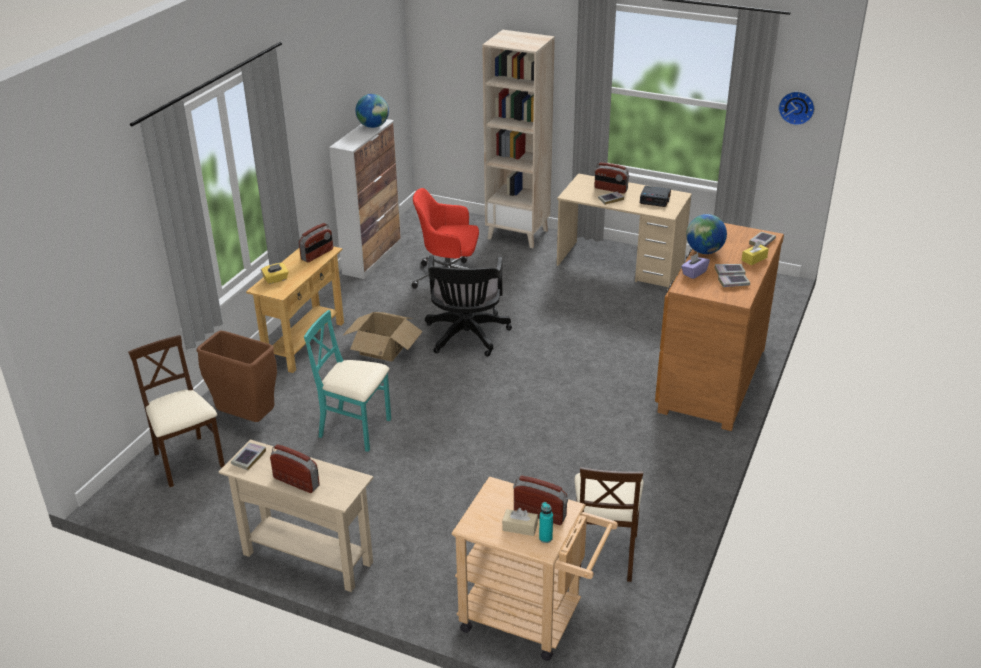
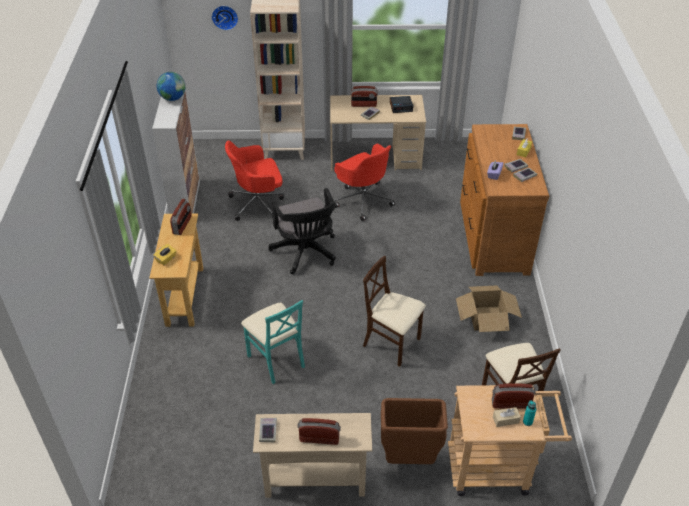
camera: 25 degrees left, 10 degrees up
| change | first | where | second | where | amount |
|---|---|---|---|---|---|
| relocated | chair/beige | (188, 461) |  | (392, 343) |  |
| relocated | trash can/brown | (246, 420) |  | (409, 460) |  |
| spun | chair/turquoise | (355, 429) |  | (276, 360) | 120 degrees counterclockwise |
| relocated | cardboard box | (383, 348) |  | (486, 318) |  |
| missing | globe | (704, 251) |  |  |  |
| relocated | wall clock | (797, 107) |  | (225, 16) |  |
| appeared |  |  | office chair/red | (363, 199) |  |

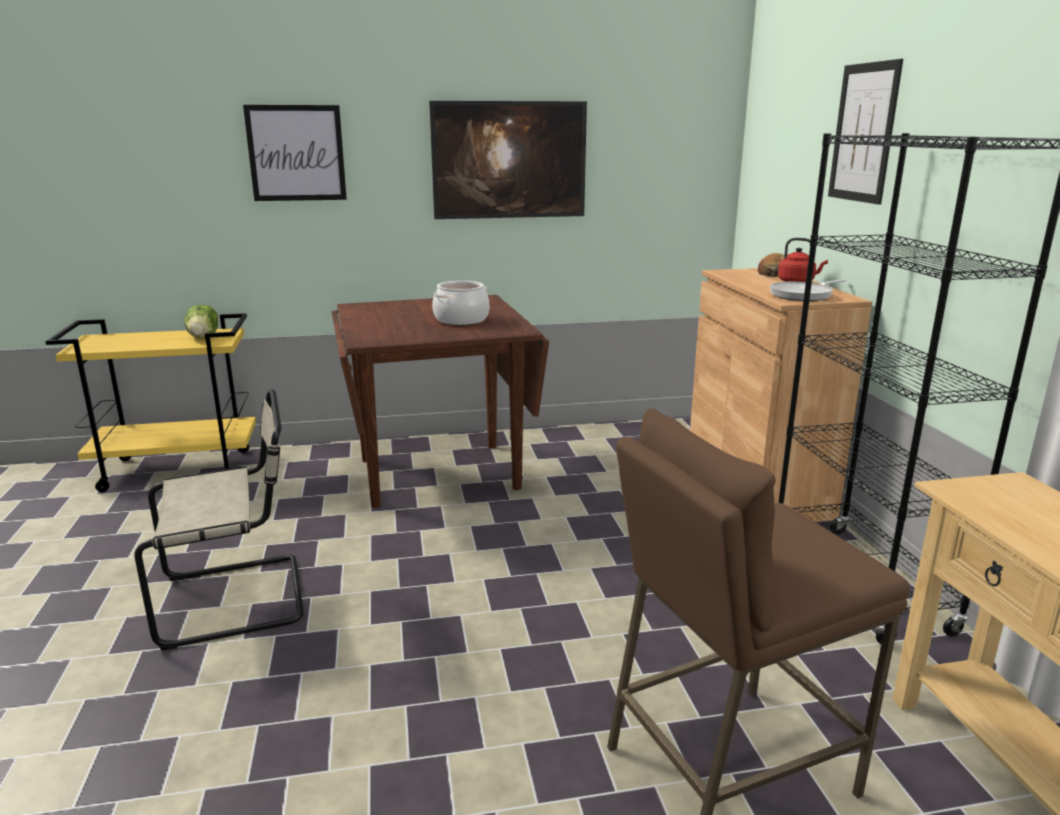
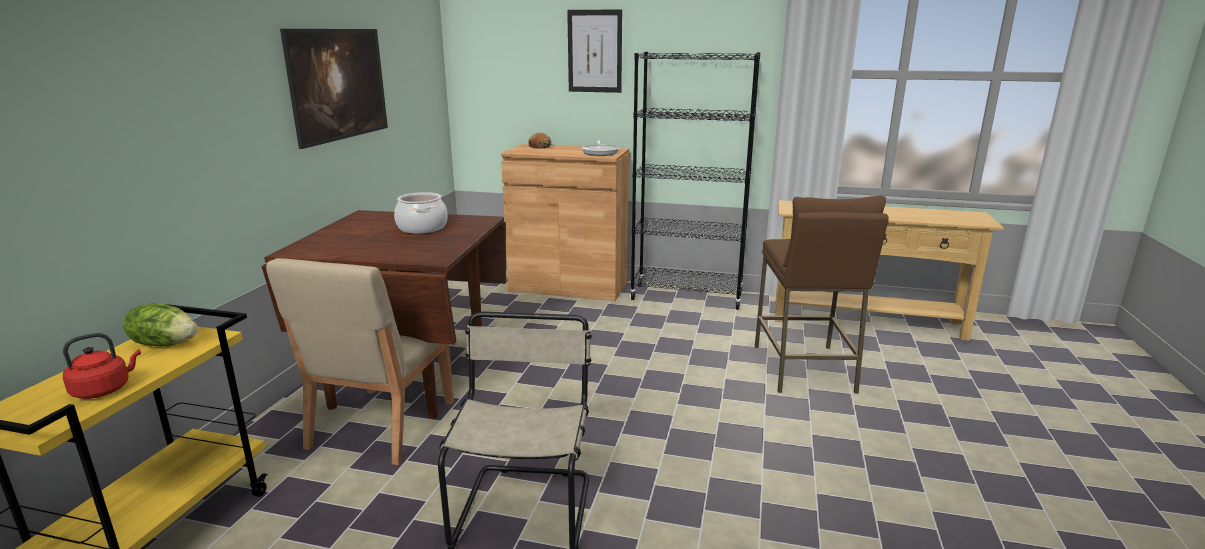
camera: 65 degrees left, 0 degrees up
| change | first | where | second | where | amount |
|---|---|---|---|---|---|
| missing | picture | (296, 153) |  |  |  |
| relocated | kettle/red | (797, 282) |  | (105, 390) |  |
| appeared |  |  | chair/beige | (380, 425) |  |

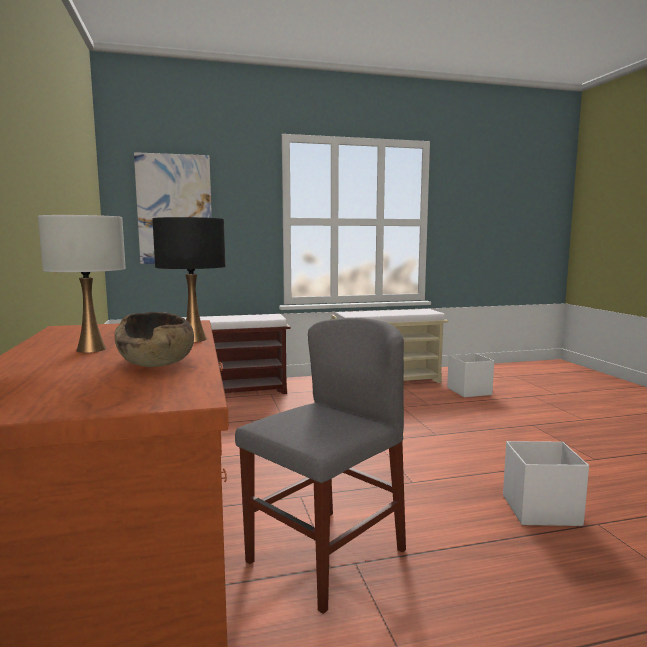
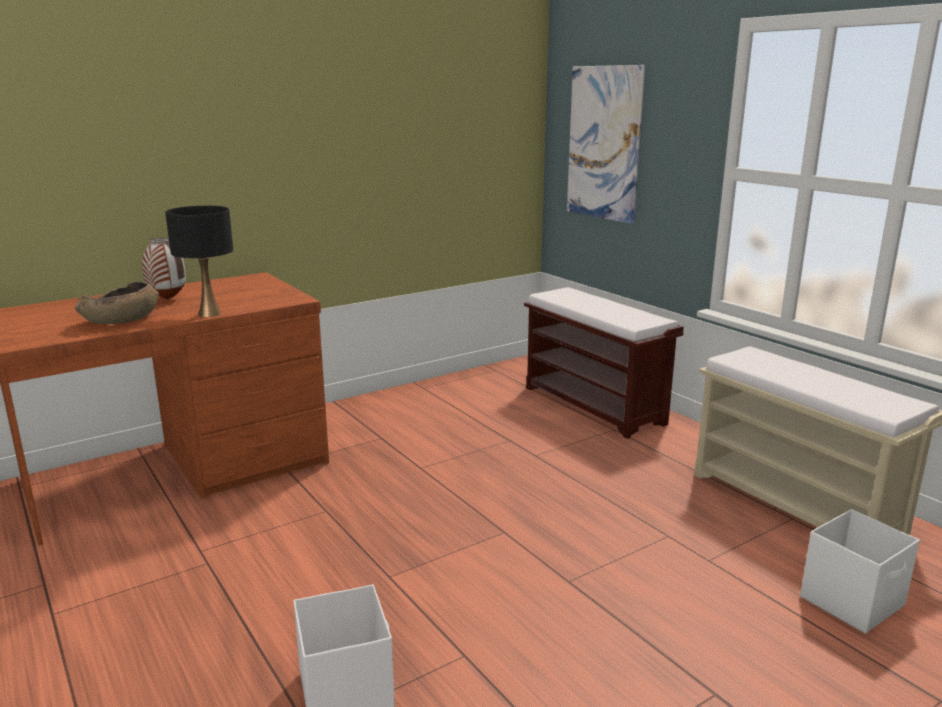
camera: 70 degrees right, 10 degrees up
| change | first | where | second | where | amount |
|---|---|---|---|---|---|
| exchanged | table lamp/white | (91, 349) | vase | (167, 299) |  |
| missing | chair/grey | (326, 556) |  |  |  |

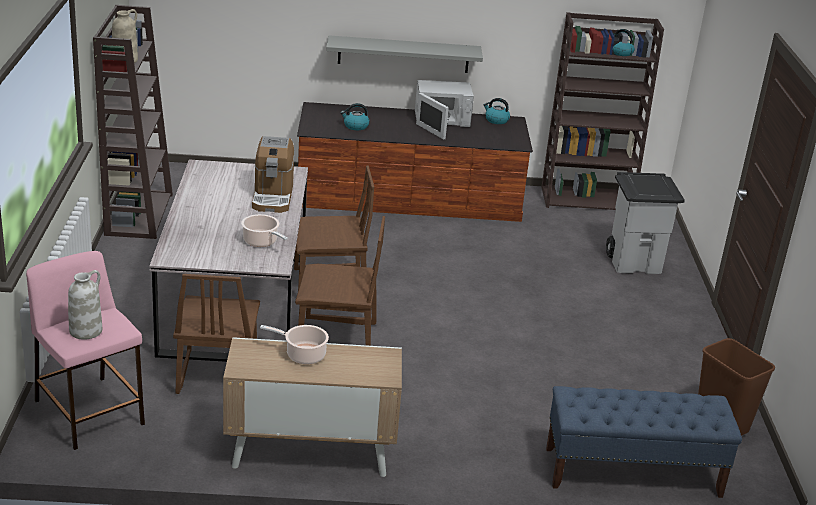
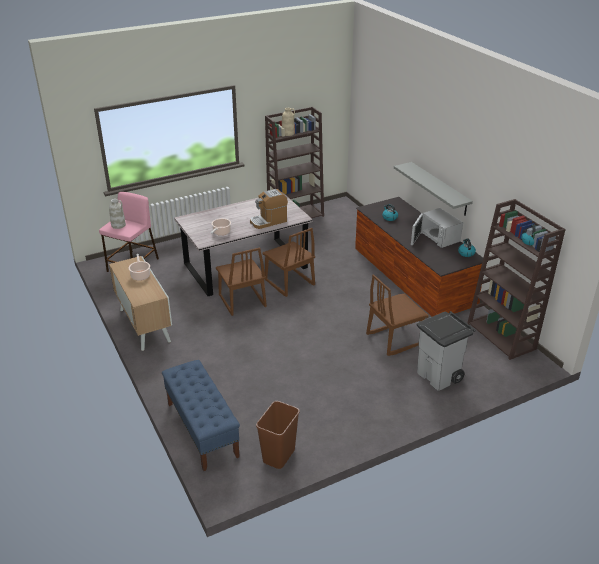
camera: 65 degrees right, 5 degrees up
| change | first | where | second | where | amount |
|---|---|---|---|---|---|
| relocated | chair/brown | (216, 375) |  | (394, 339) |  |

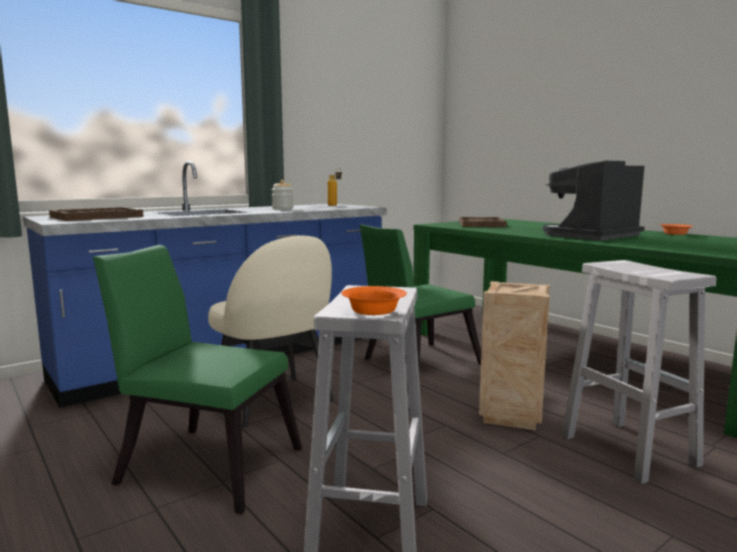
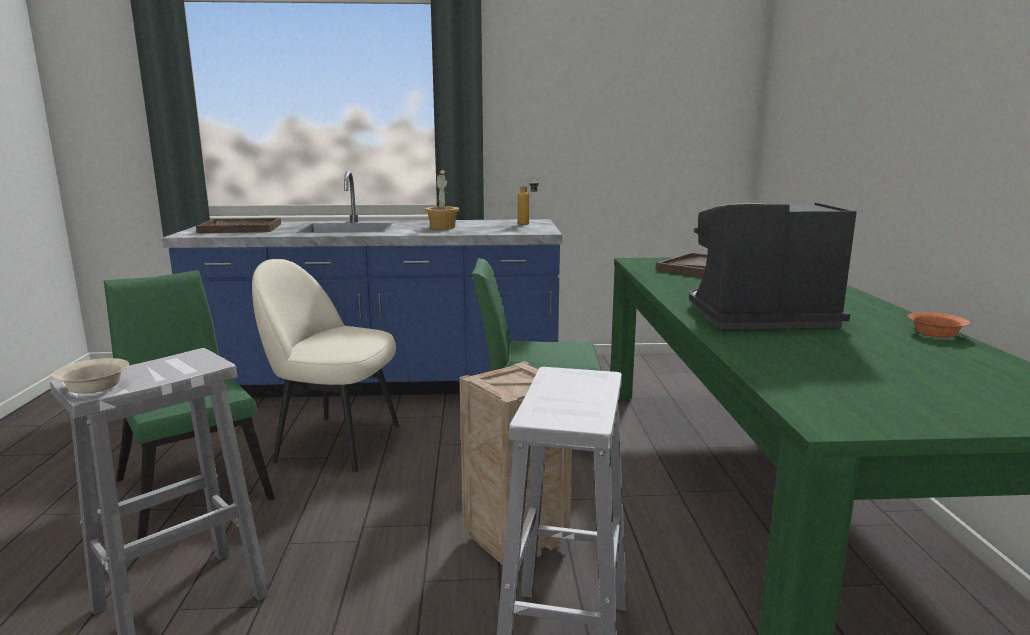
camera: 35 degrees right, 5 degrees up
| change | first | where | second | where | amount |
|---|---|---|---|---|---|
| spun | chair/beige | (274, 401) |  | (335, 442) | 105 degrees clockwise |
| exchanged | jar | (282, 208) | potted plant | (442, 227) |  |
| colour | bowl/orange | (375, 311) | bowl/beige | (93, 387) |  |

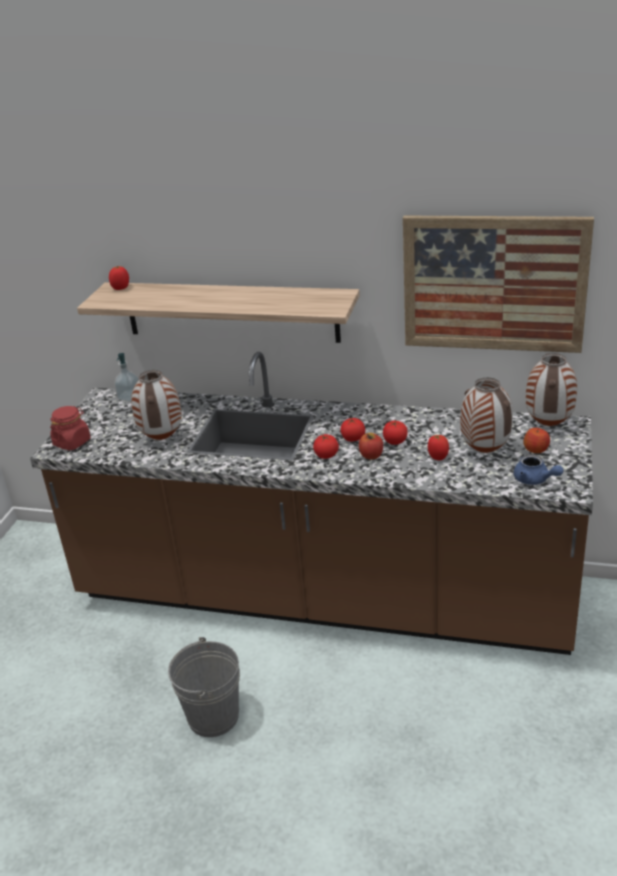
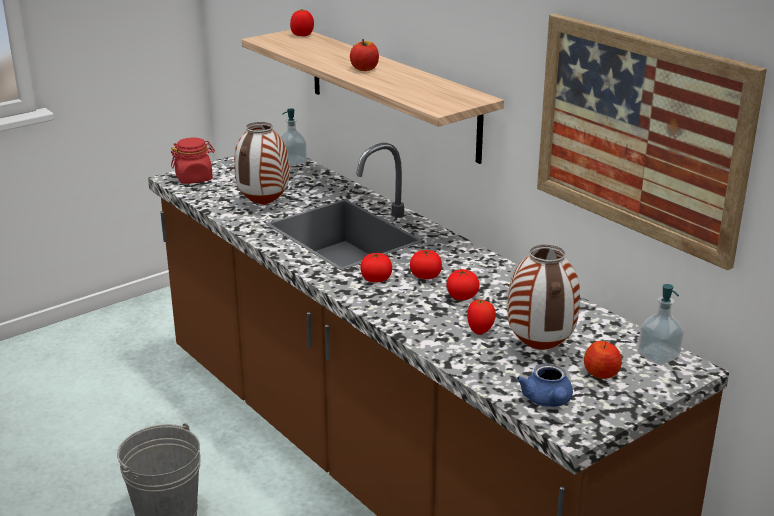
camera: 35 degrees right, 5 degrees down
| change | first | where | second | where | amount |
|---|---|---|---|---|---|
| relocated | apple | (371, 455) |  | (364, 69) |  |
| exchanged | vase | (548, 425) | soap dispenser | (658, 356) |  |

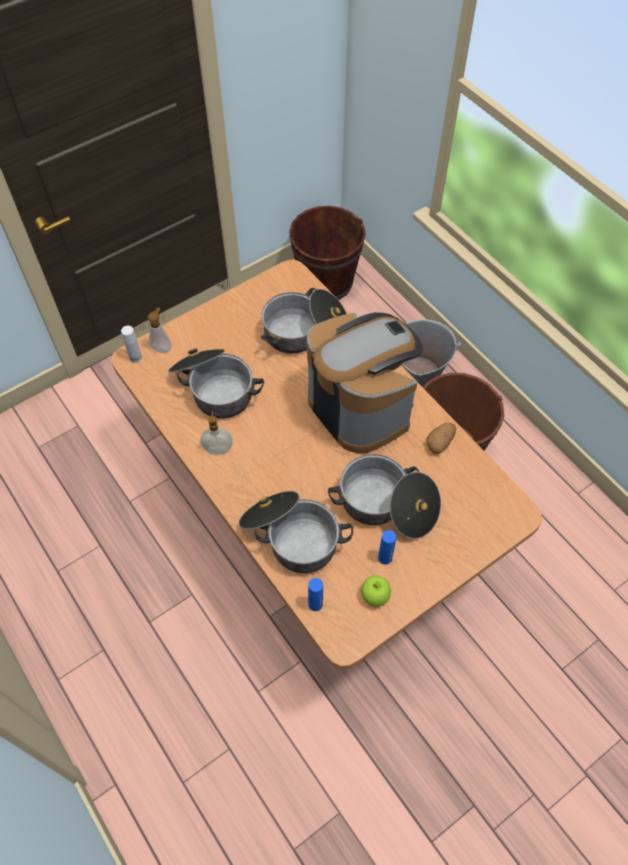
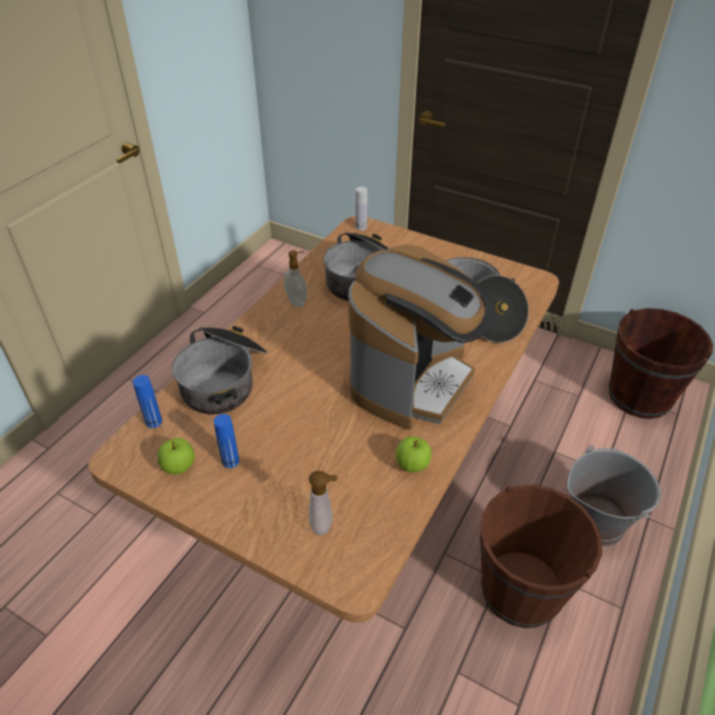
camera: 65 degrees right, 15 degrees down
| change | first | where | second | where | amount |
|---|---|---|---|---|---|
| relocated | soap dispenser | (162, 347) |  | (323, 524) |  |
| missing | cooking pot | (386, 506) |  |  |  |
| exchanged | potato | (440, 442) | apple | (412, 465) |  |

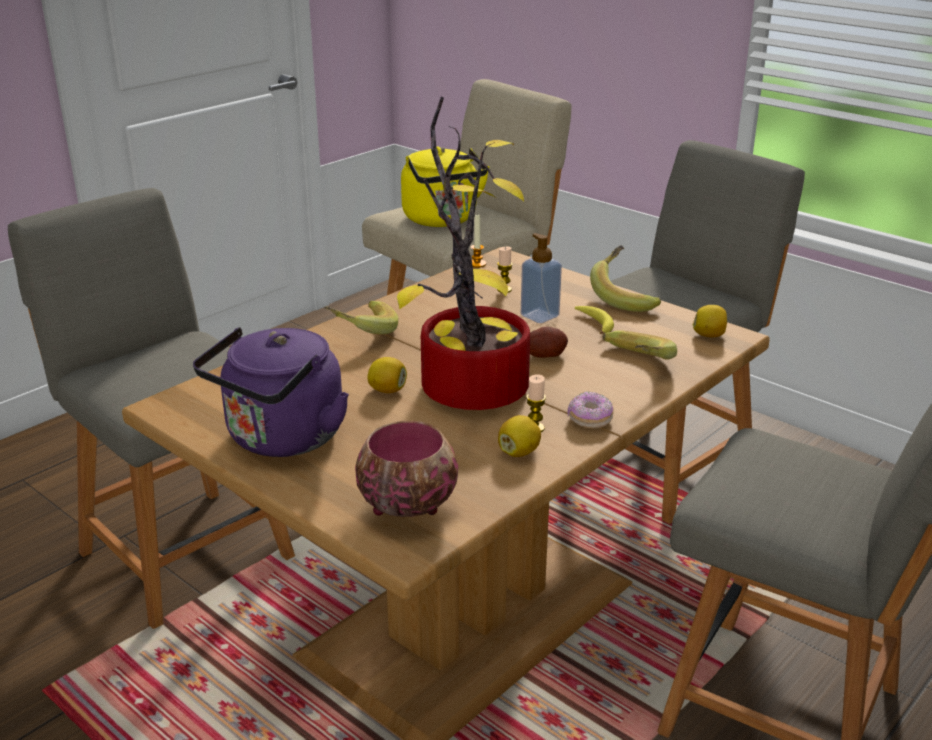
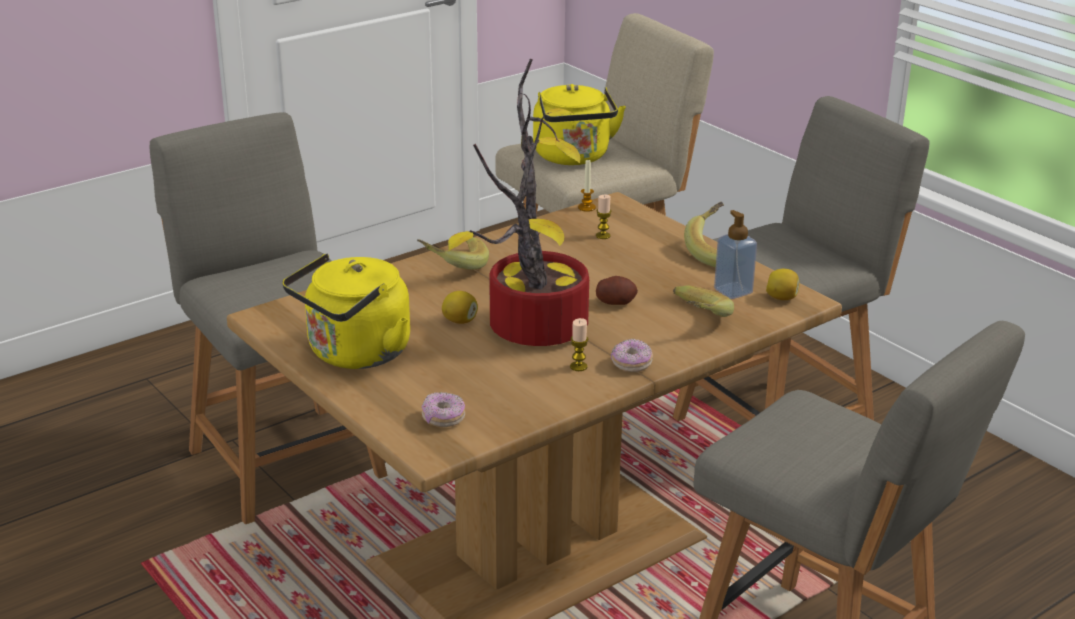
camera: 10 degrees right, 0 degrees up
| change | first | where | second | where | amount |
|---|---|---|---|---|---|
| colour | kettle/purple | (281, 439) | kettle/yellow | (354, 354) |  |
| exchanged | bowl | (406, 505) | donut | (443, 418) |  |
| missing | lemon | (519, 452) |  |  |  |
| relocated | soap dispenser | (539, 316) |  | (733, 291) |  |
| missing | banana | (595, 324) |  |  |  |

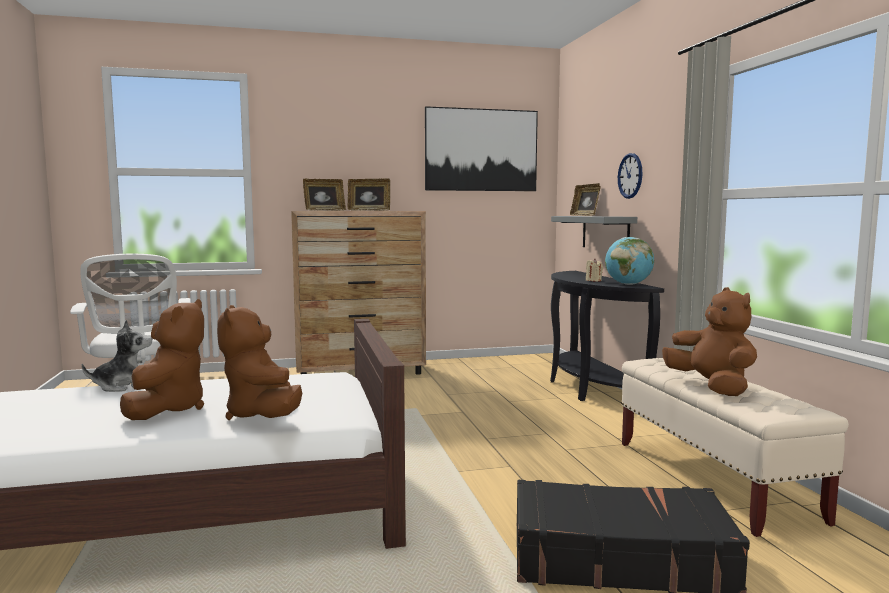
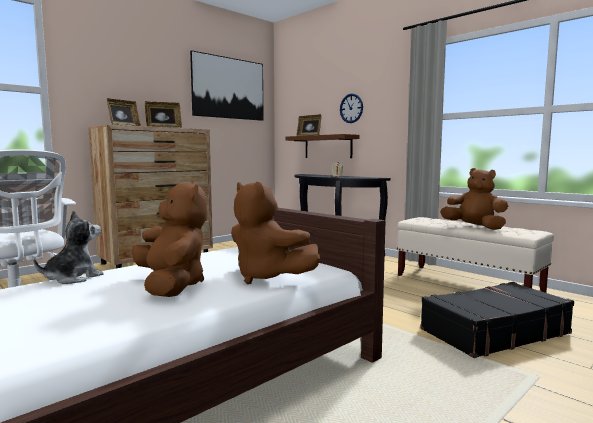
camera: 30 degrees left, 0 degrees up
| change | first | where | second | where | amount |
|---|---|---|---|---|---|
| colour | shelf/grey | (605, 233) | shelf/brown | (328, 147) |  |
| missing | globe | (628, 284) |  |  |  |

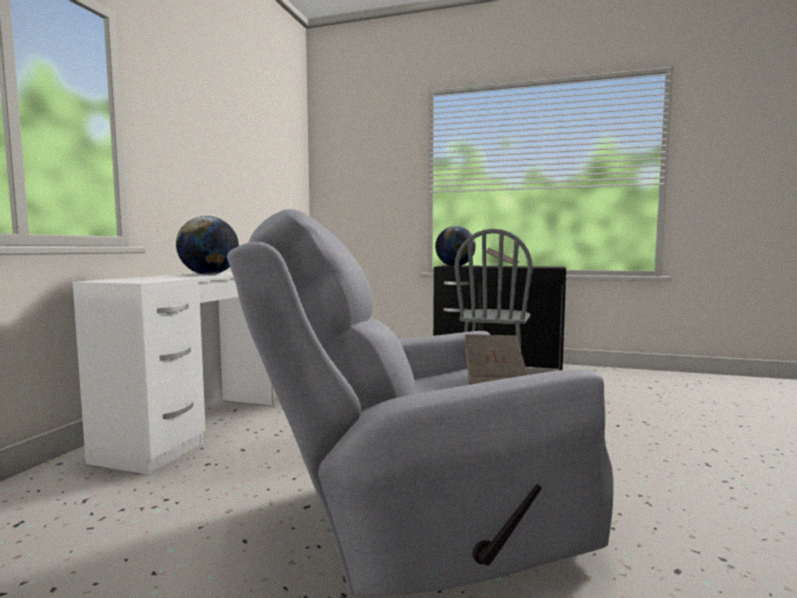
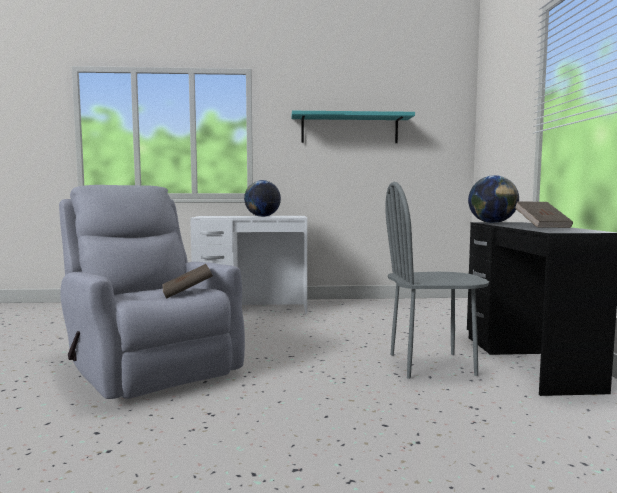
camera: 70 degrees right, 0 degrees up
| change | first | where | second | where | amount |
|---|---|---|---|---|---|
| appeared |  |  | shelf/turquoise | (349, 129) |  |

